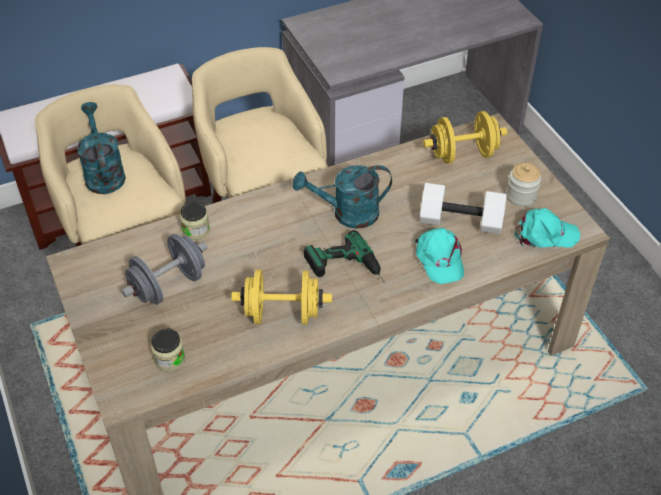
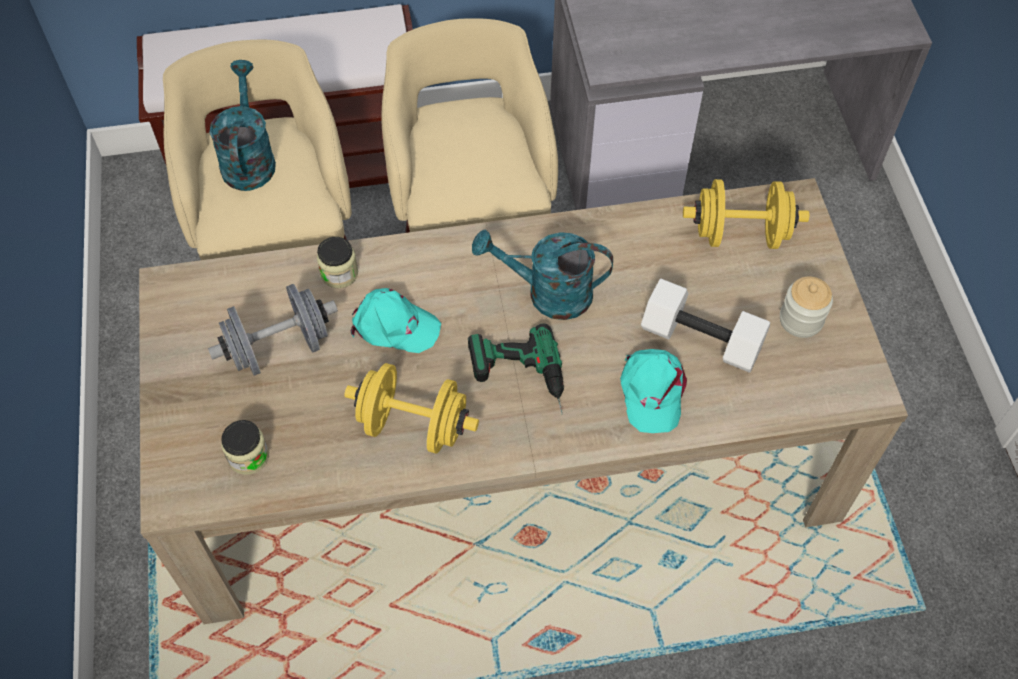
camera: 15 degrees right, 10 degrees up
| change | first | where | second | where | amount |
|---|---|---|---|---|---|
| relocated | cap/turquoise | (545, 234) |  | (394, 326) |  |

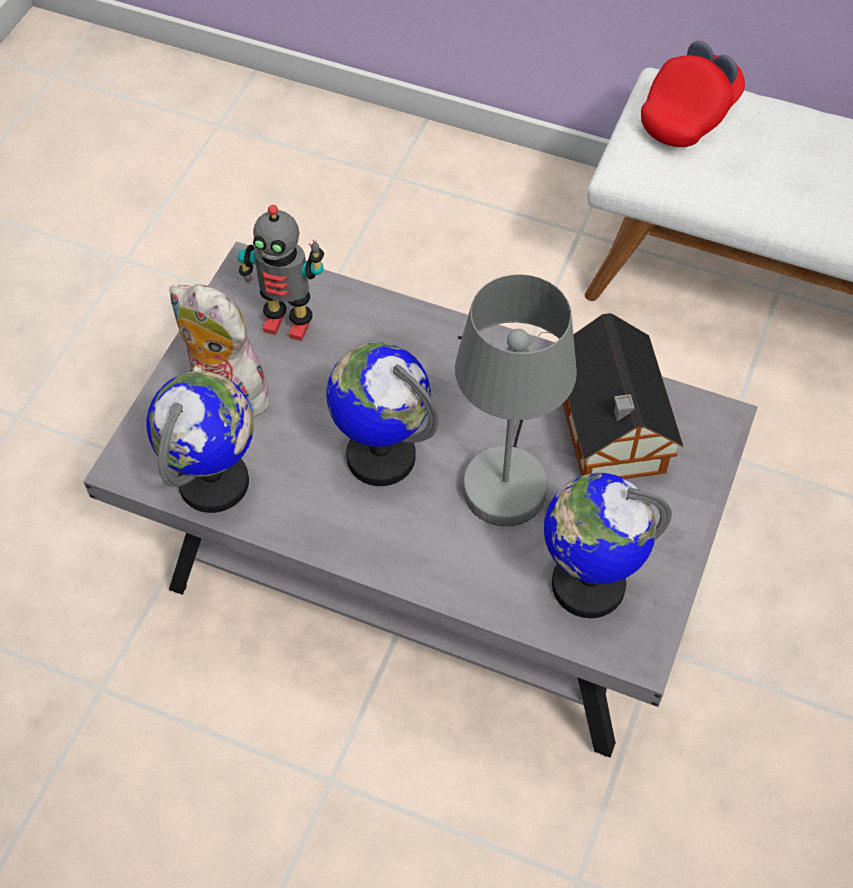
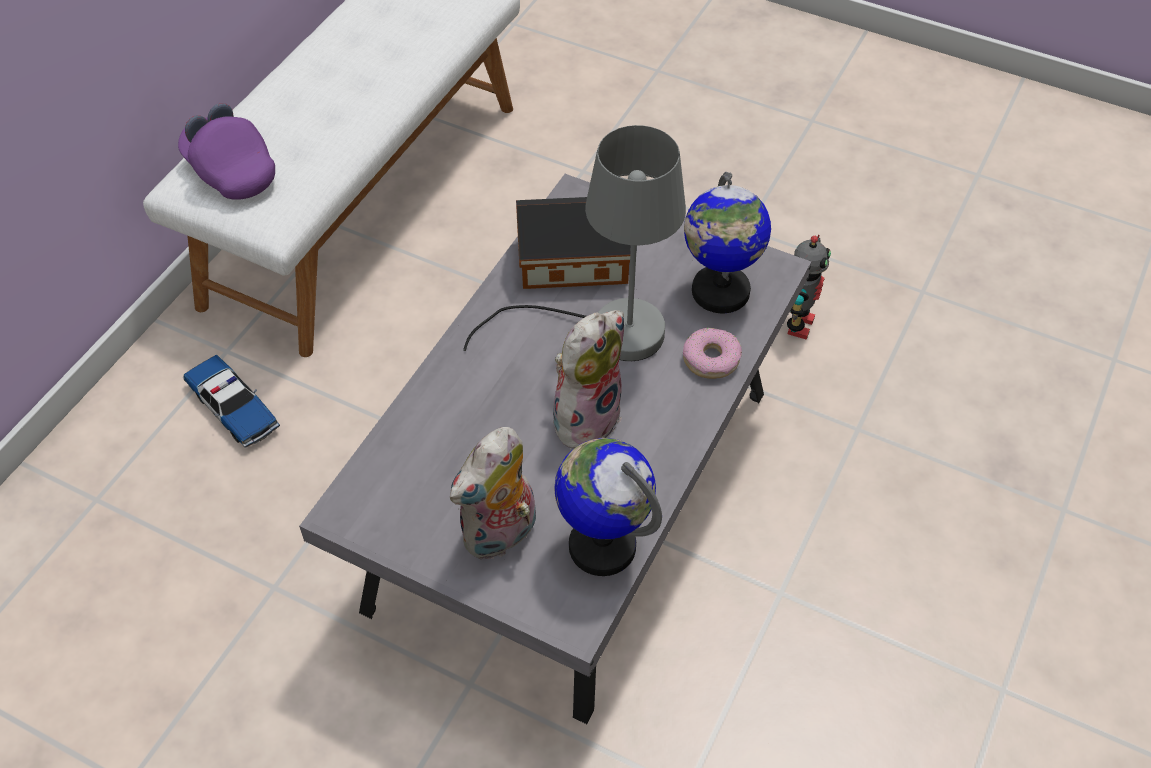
camera: 85 degrees left, 5 degrees down
| change | first | where | second | where | amount |
|---|---|---|---|---|---|
| relocated | toy robot | (288, 323) |  | (797, 325) |  |
| exchanged | globe | (381, 455) | plush toy | (585, 416) |  |
| colour | cap/red | (689, 115) | cap/purple | (230, 171) |  |
| appeared |  |  | toy car | (233, 408) |  |
| appeared |  |  | donut | (711, 359) |  |

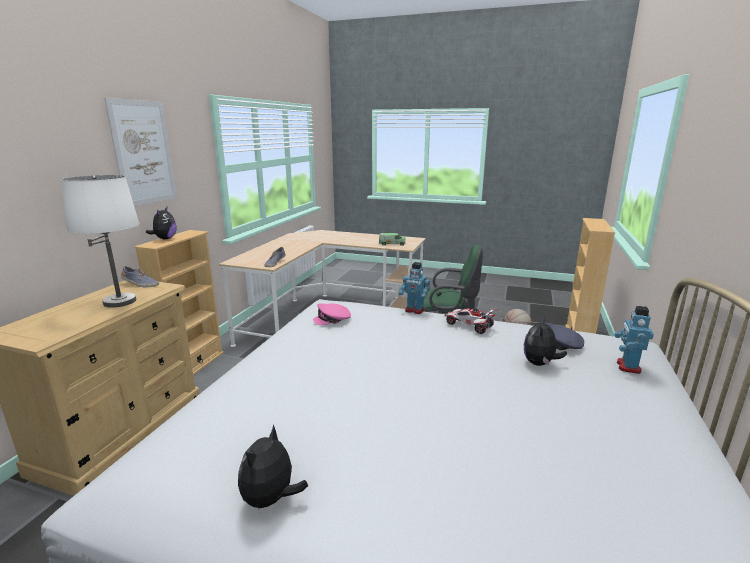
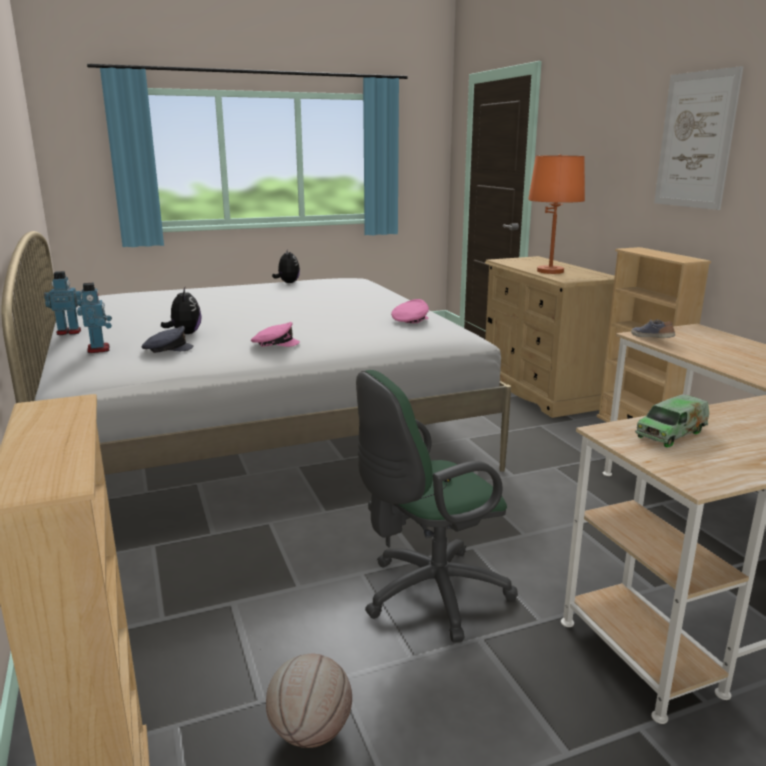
camera: 140 degrees right, 0 degrees up
| change | first | where | second | where | amount |
|---|---|---|---|---|---|
| colour | table lamp/white | (119, 301) | table lamp/orange | (550, 271) |  |
| missing | shoe | (140, 284) |  |  |  |
| missing | plush toy | (165, 239) |  |  |  |
| relocated | toy robot | (414, 310) |  | (69, 332) |  |
| exchanged | toy car | (469, 326) | cap/pink | (274, 343) |  |

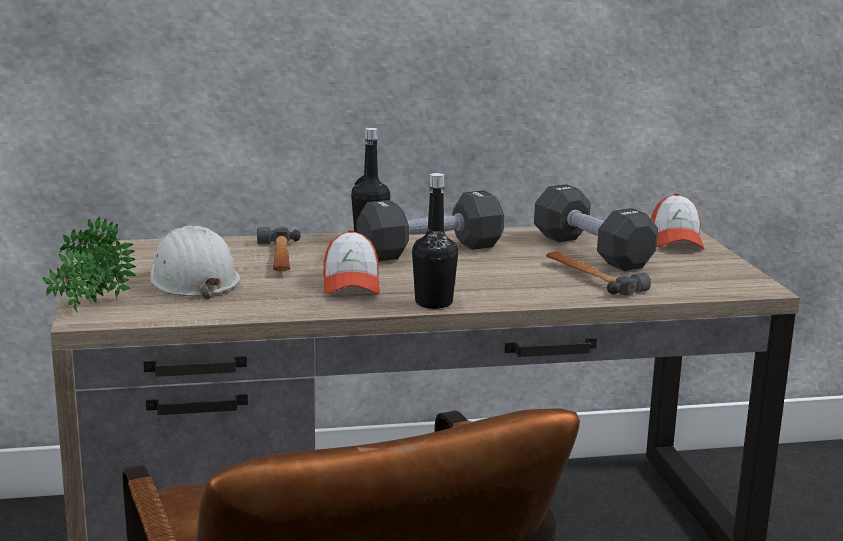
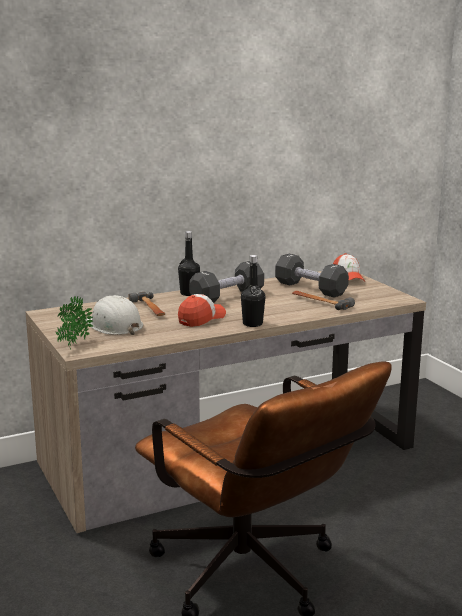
camera: 15 degrees left, 0 degrees up
| change | first | where | second | where | amount |
|---|---|---|---|---|---|
| spun | cap | (351, 284) |  | (201, 319) | 120 degrees counterclockwise |

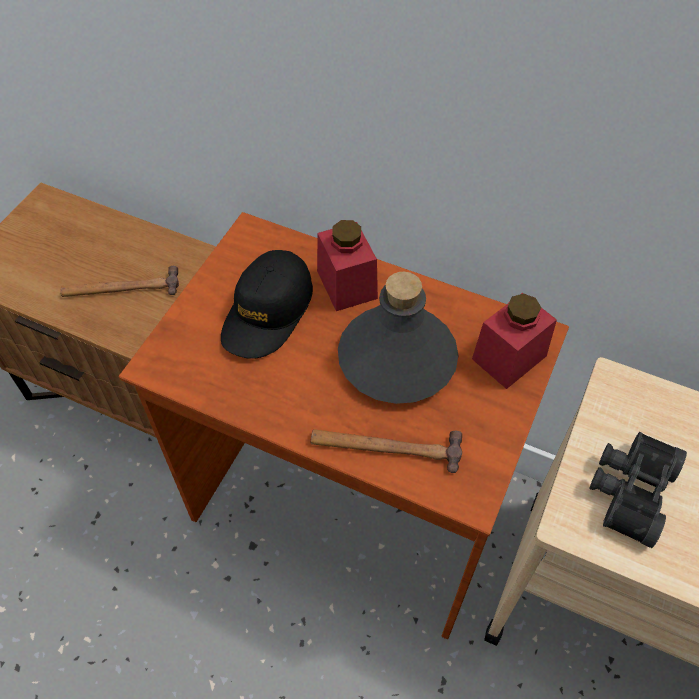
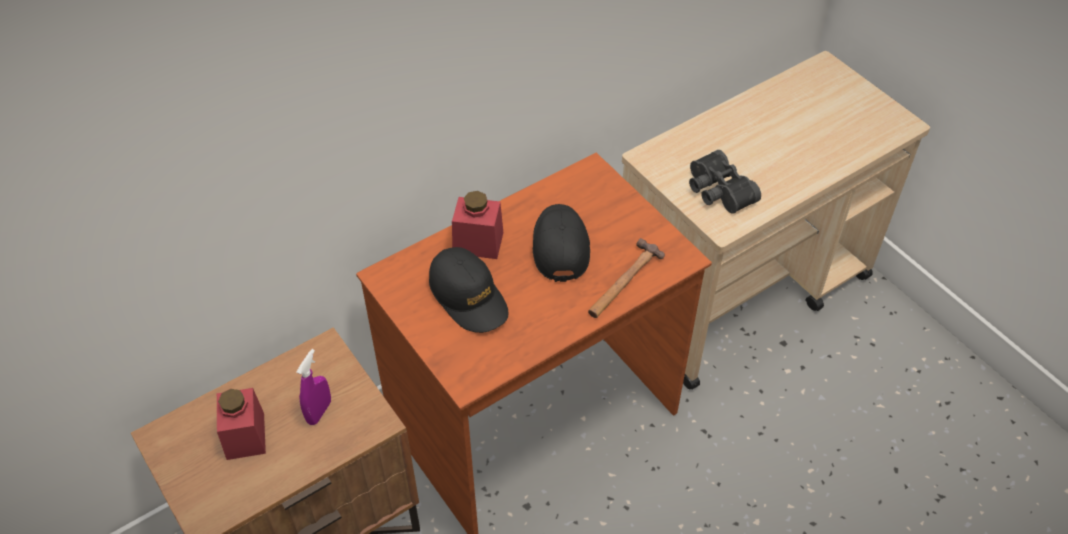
camera: 60 degrees left, 5 degrees down
| change | first | where | second | where | amount |
|---|---|---|---|---|---|
| exchanged | hammer | (121, 288) | spray bottle/purple | (319, 412) |  |
| exchanged | bottle/grey | (396, 359) | cap/black | (560, 246) |  |
| relocated | jar/red | (509, 357) |  | (245, 436) |  |

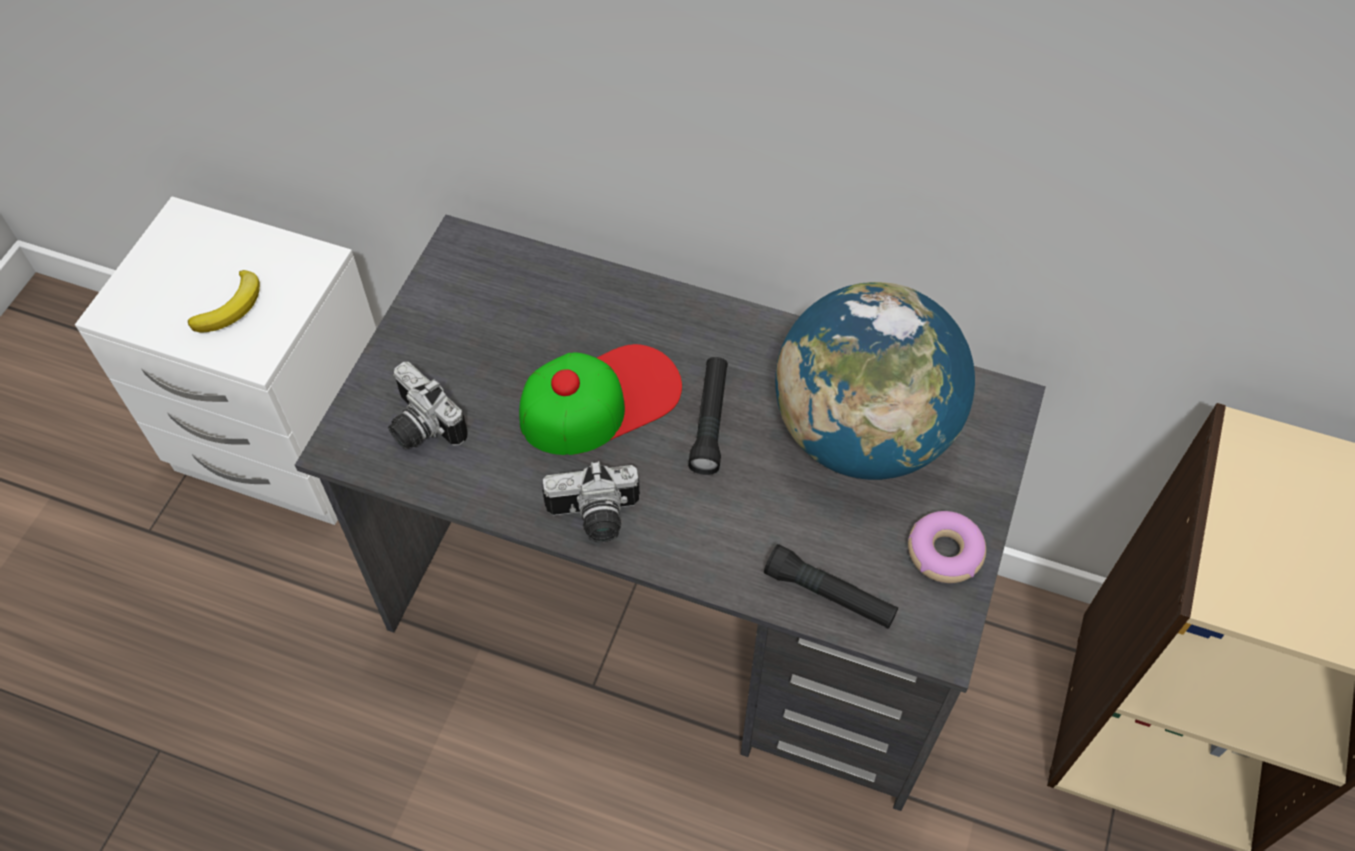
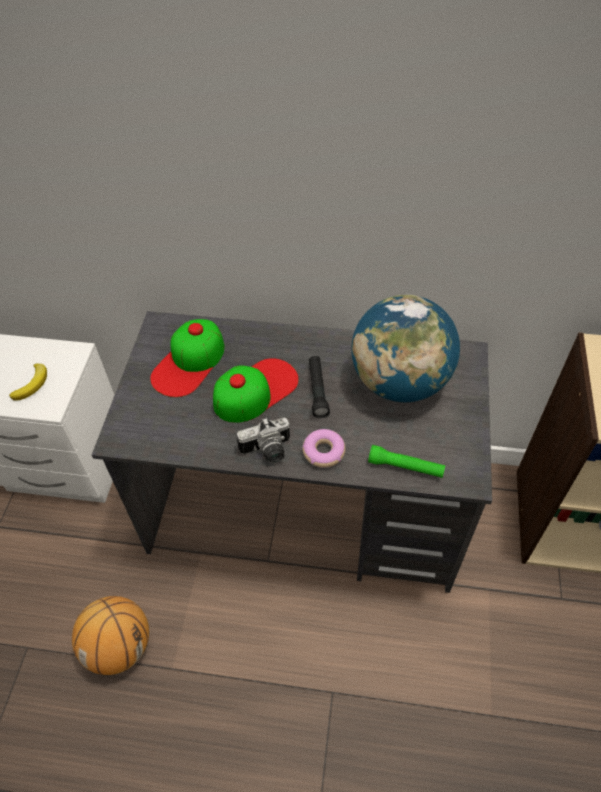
camera: 10 degrees left, 5 degrees down
| change | first | where | second | where | amount |
|---|---|---|---|---|---|
| missing | photo camera | (420, 427) |  |  |  |
| colour | flashlight/black | (829, 595) | flashlight/green | (405, 467) |  |
| relocated | donut | (944, 552) |  | (323, 452) |  |
| appeared |  |  | basketball | (119, 646) |  |
| appeared |  |  | cap | (189, 362) |  |

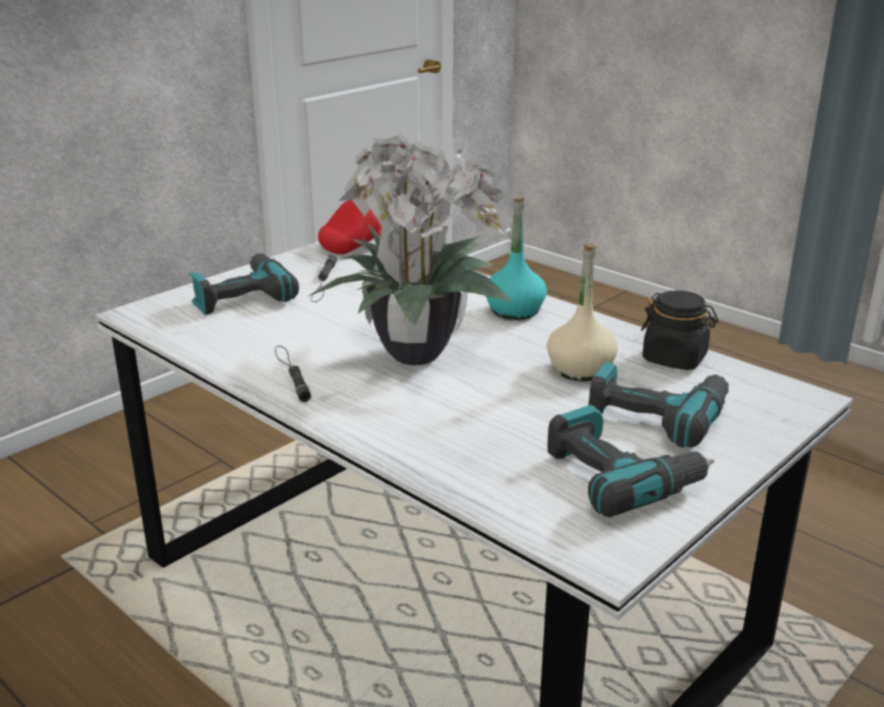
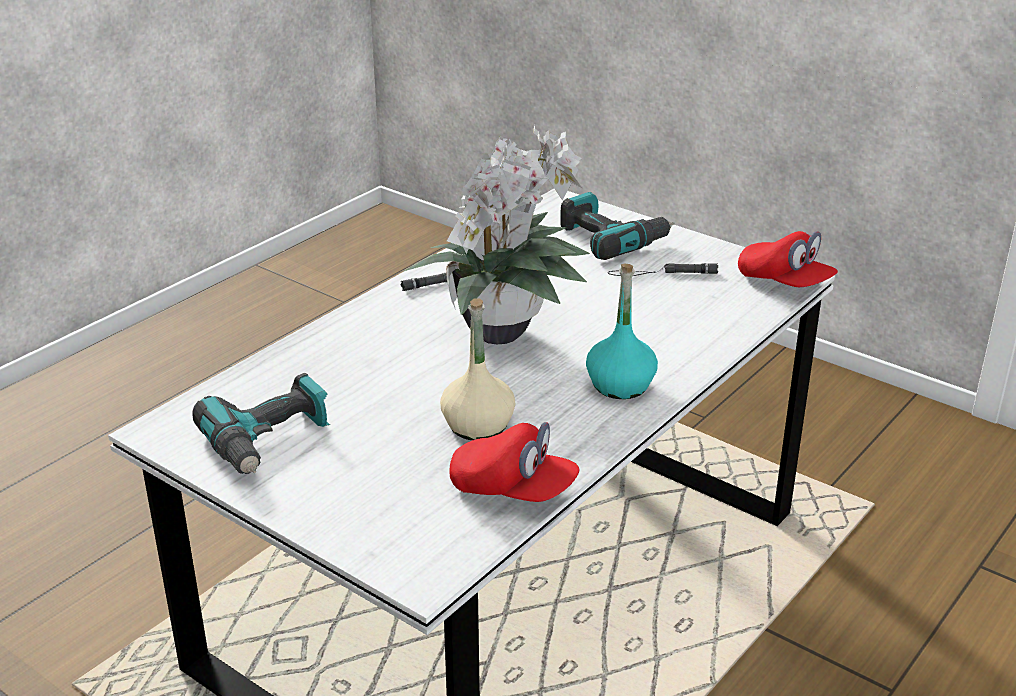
camera: 85 degrees right, 5 degrees up
| change | first | where | second | where | amount |
|---|---|---|---|---|---|
| missing | power drill | (657, 415) |  |  |  |
| exchanged | jar/black | (675, 359) | cap/red | (513, 489) |  |

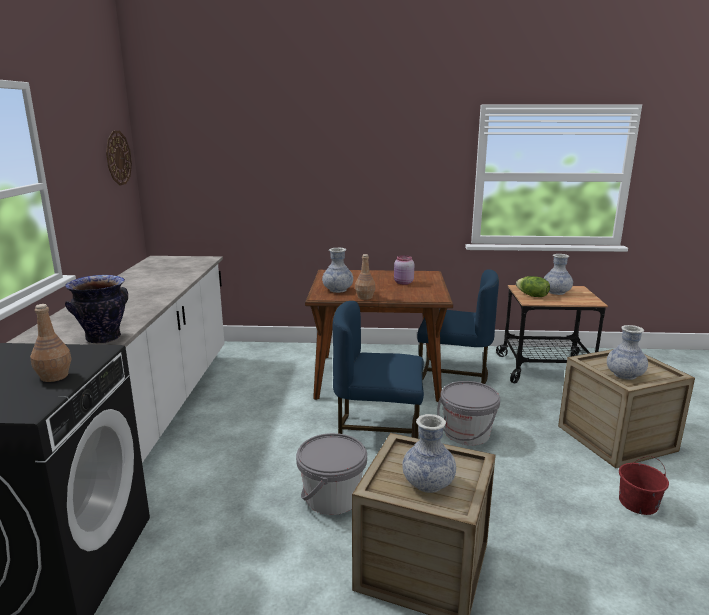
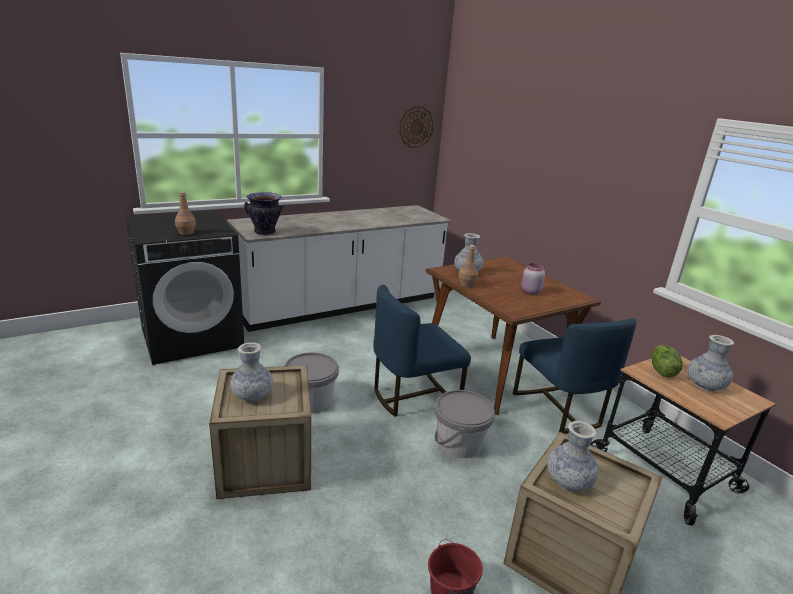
camera: 55 degrees right, 5 degrees up
| change | first | where | second | where | amount |
|---|---|---|---|---|---|
| spun | chair/blue | (379, 430) |  | (413, 395) | 90 degrees counterclockwise |

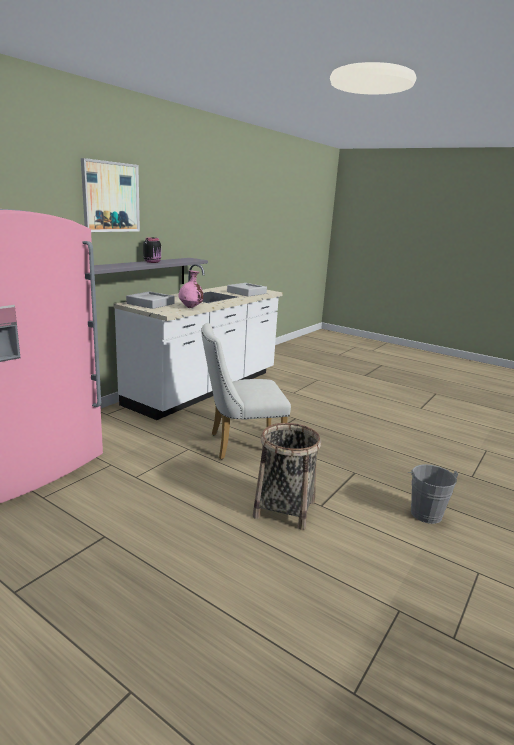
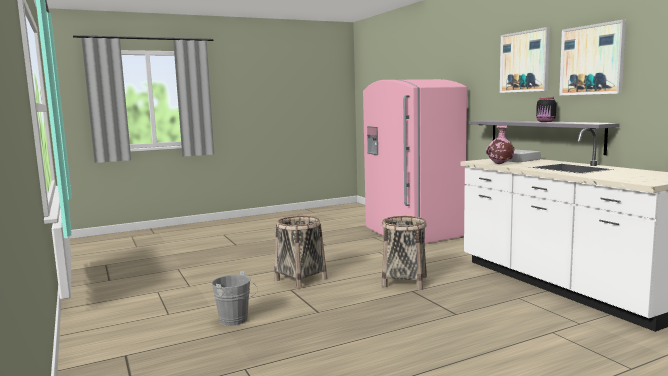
camera: 120 degrees right, 10 degrees down
| change | first | where | second | where | amount |
|---|---|---|---|---|---|
| exchanged | chair/white | (240, 445) | basket | (404, 281) |  |
| missing | tray/grey | (246, 292) |  |  |  |
| appeared |  |  | picture | (592, 60) |  |

